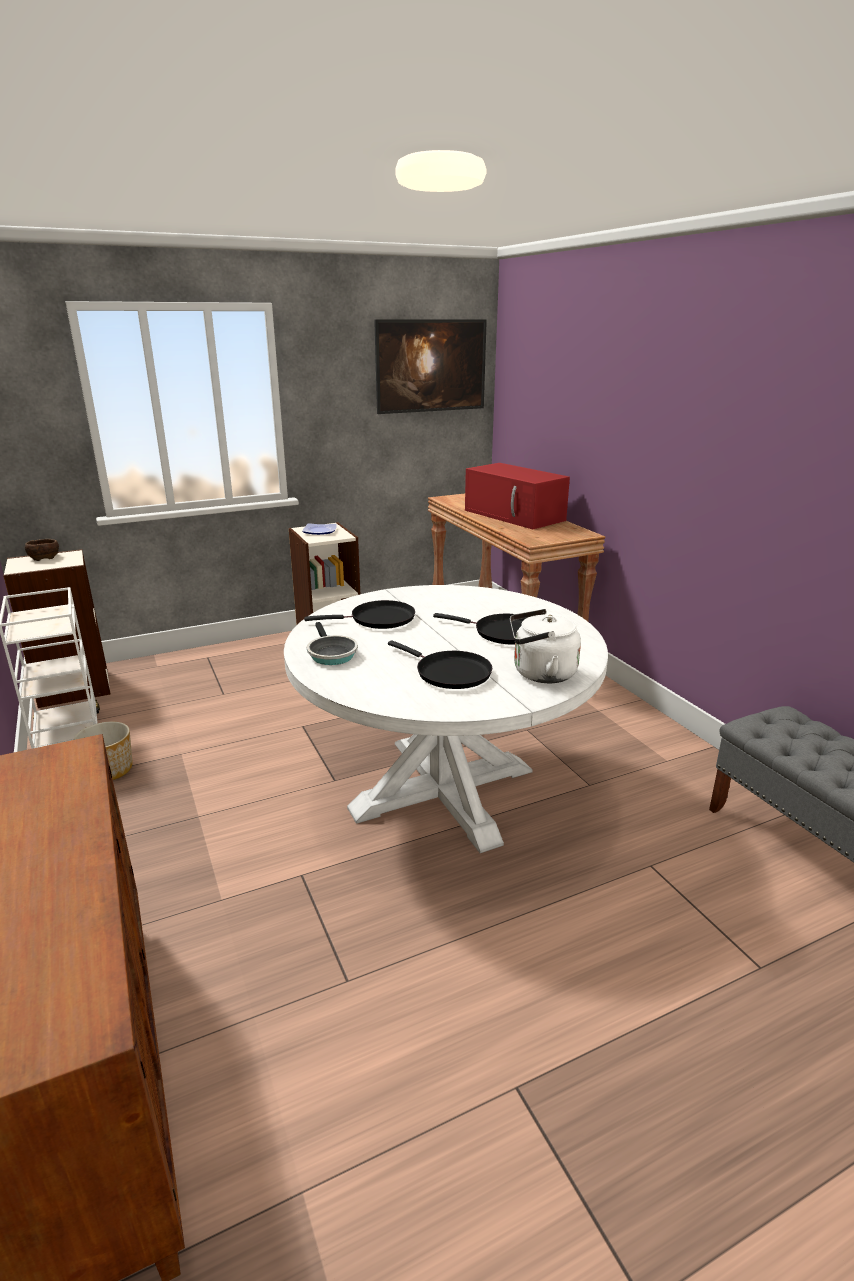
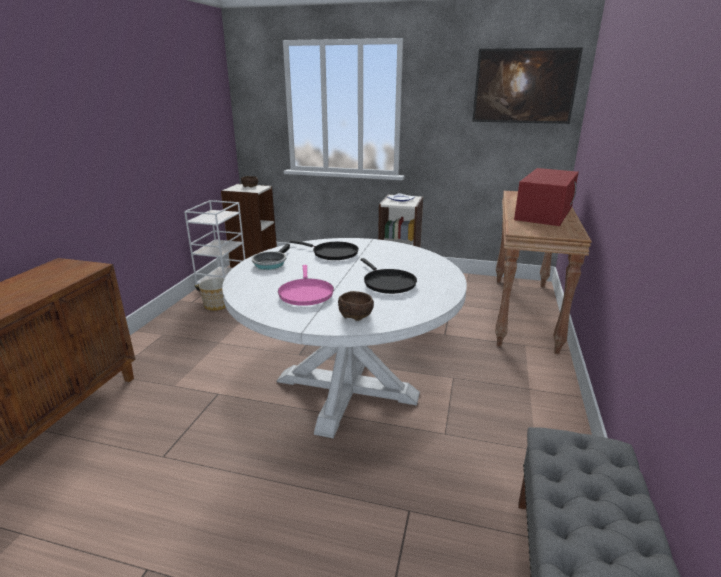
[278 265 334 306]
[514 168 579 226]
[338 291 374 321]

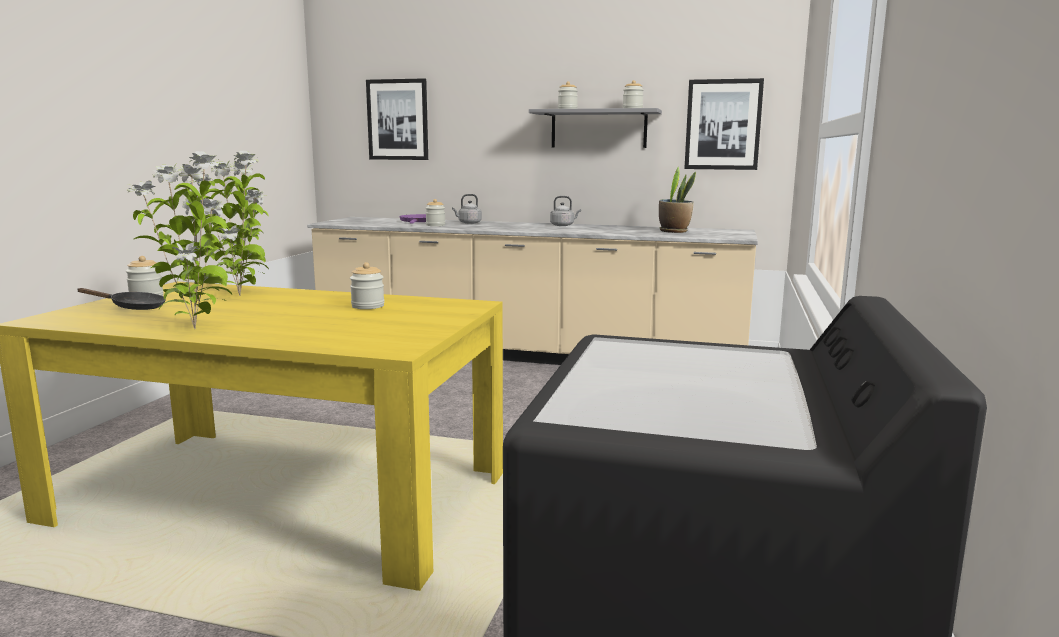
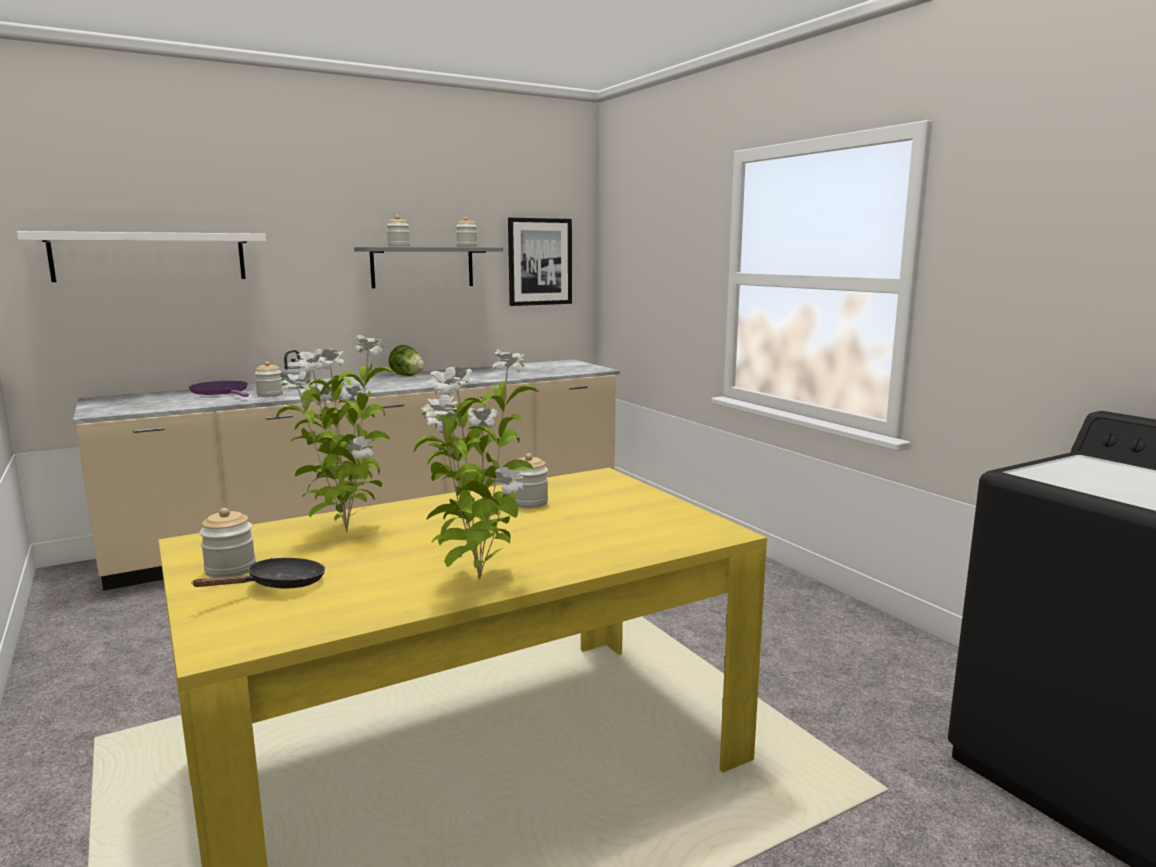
[17 231 266 282]
[388 345 424 376]
[659 167 696 233] (first image)

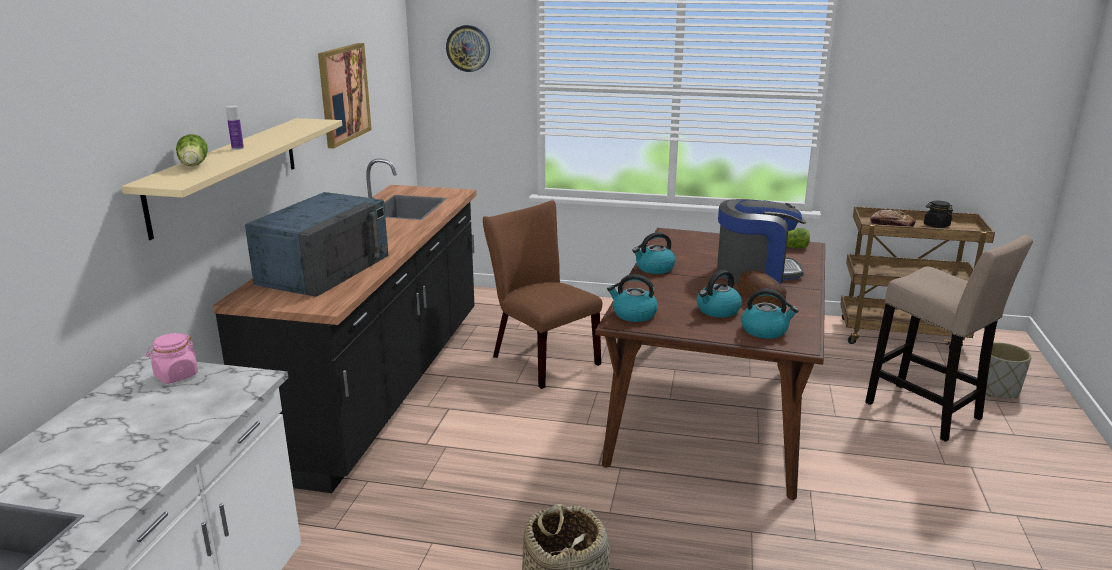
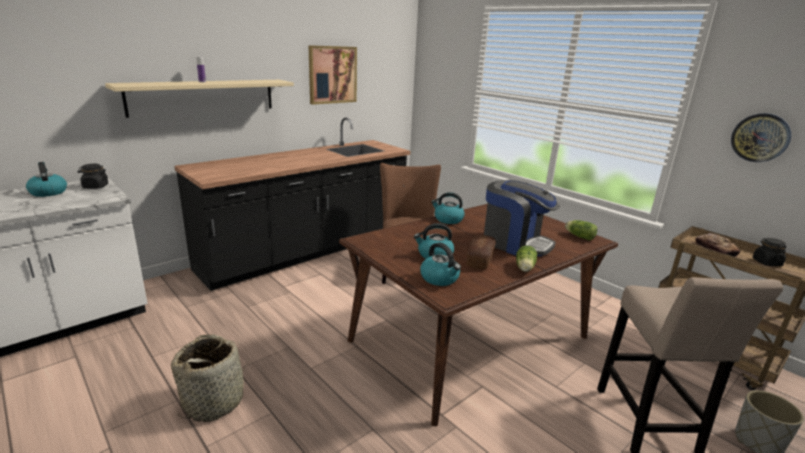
[78 164 108 189]
[516 245 537 272]
[245 192 388 297] (first image)
[731 113 791 162]
[26 162 67 197]

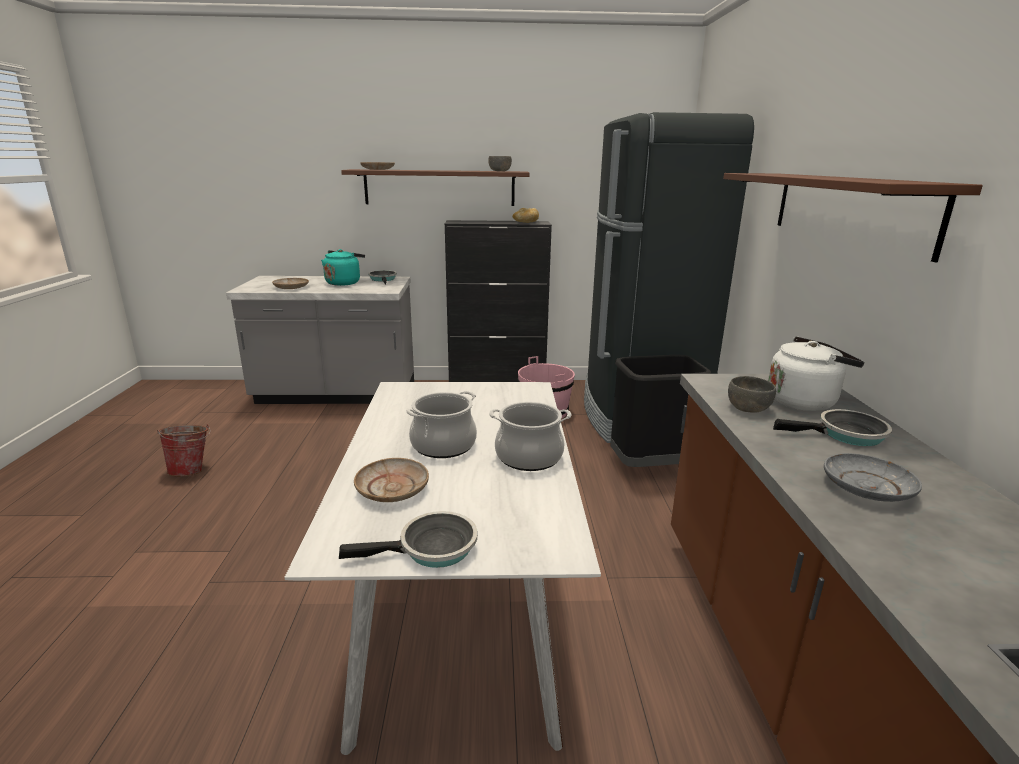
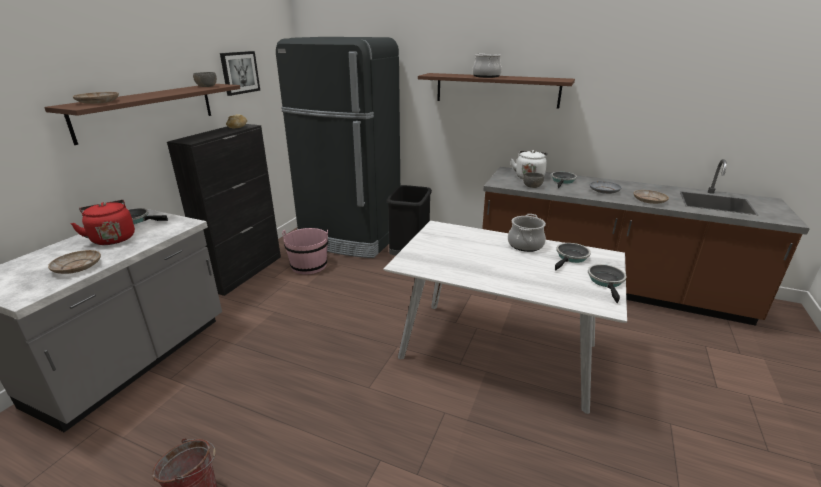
[70 200 135 245]
[634 190 669 204]
[472 53 502 78]
[220 51 260 96]
[555 243 591 270]

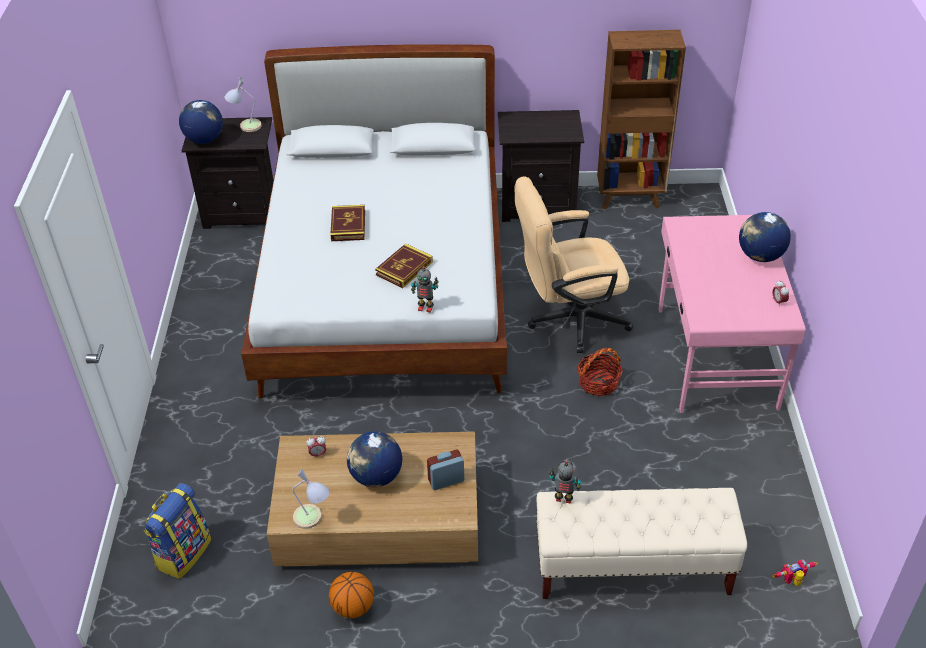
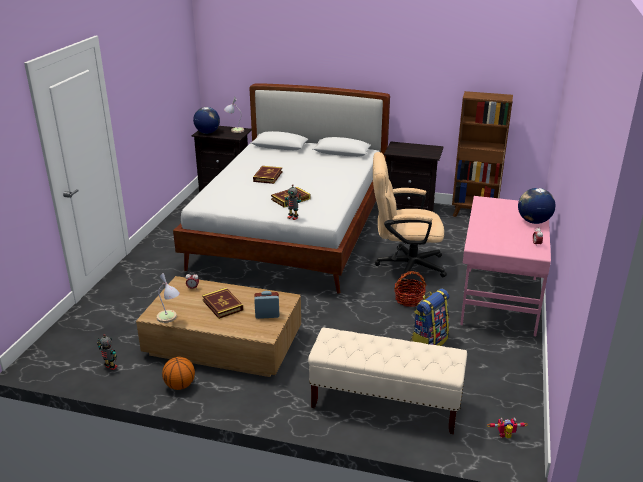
[410 288 449 346]
[202 288 243 319]
[97 334 118 370]

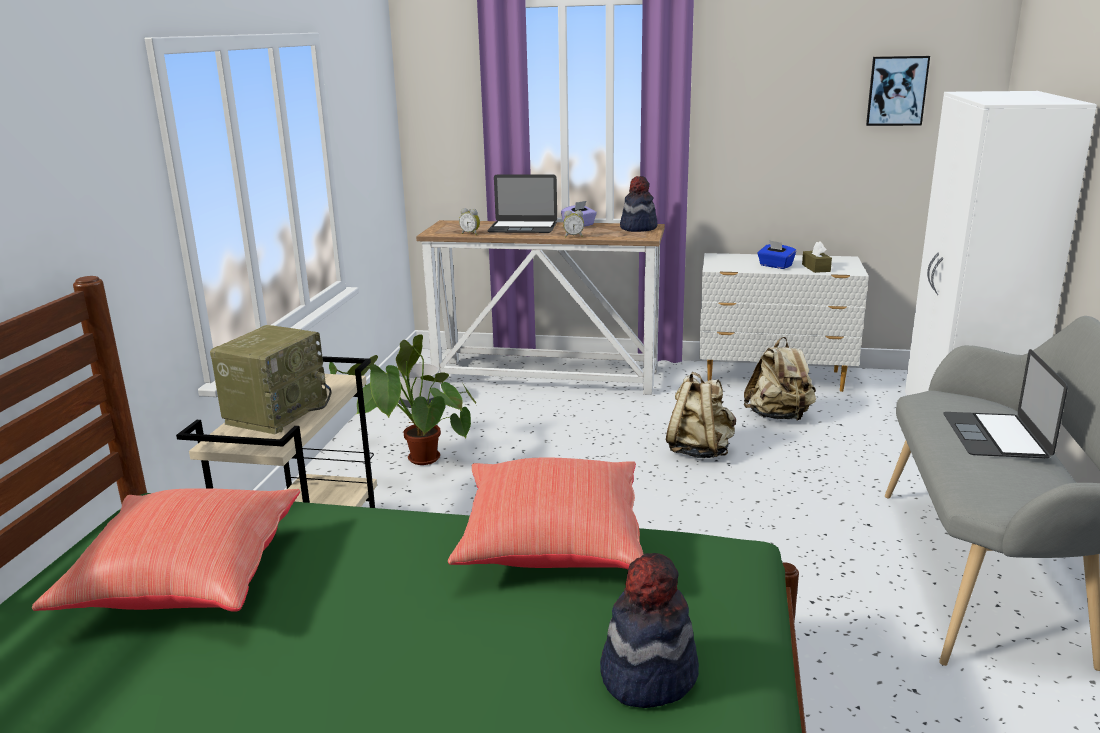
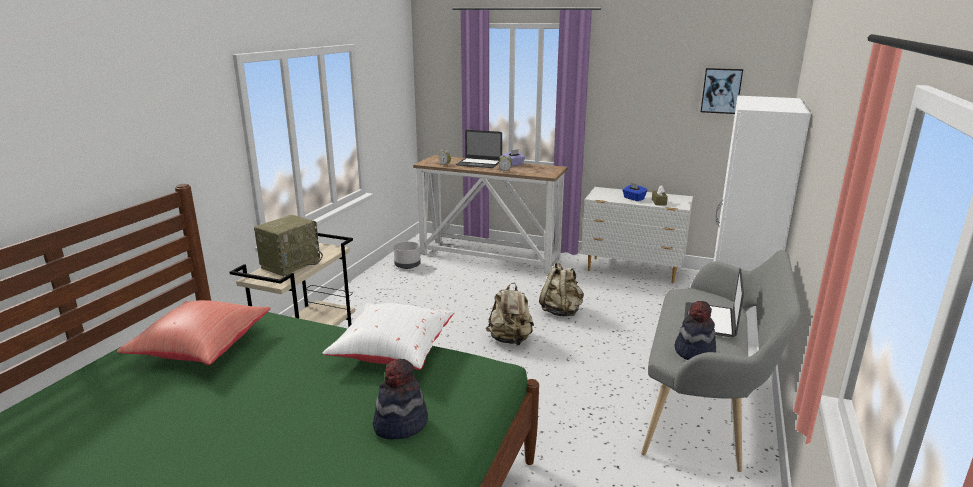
[329 334 476 465] (first image)
[323 303 454 370]
[675 301 716 360]
[486 283 534 346]

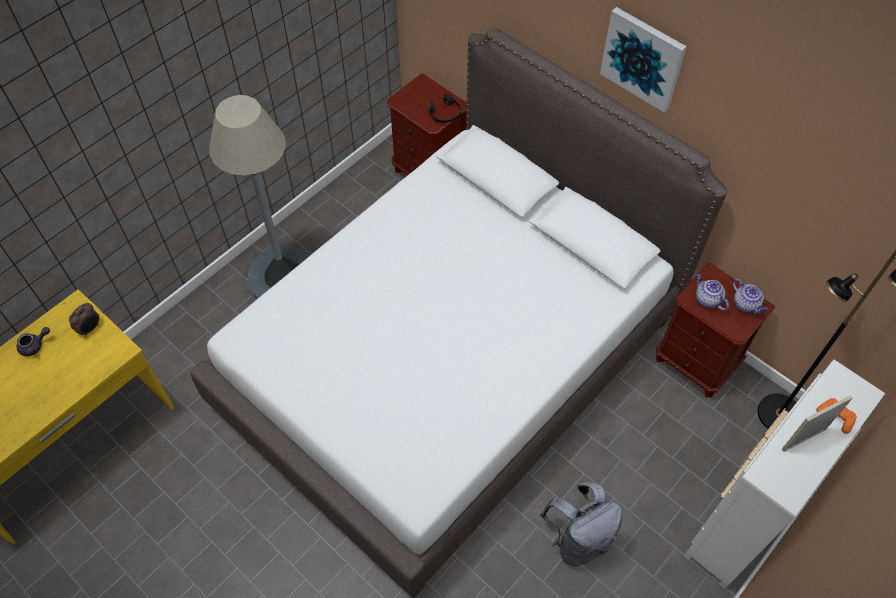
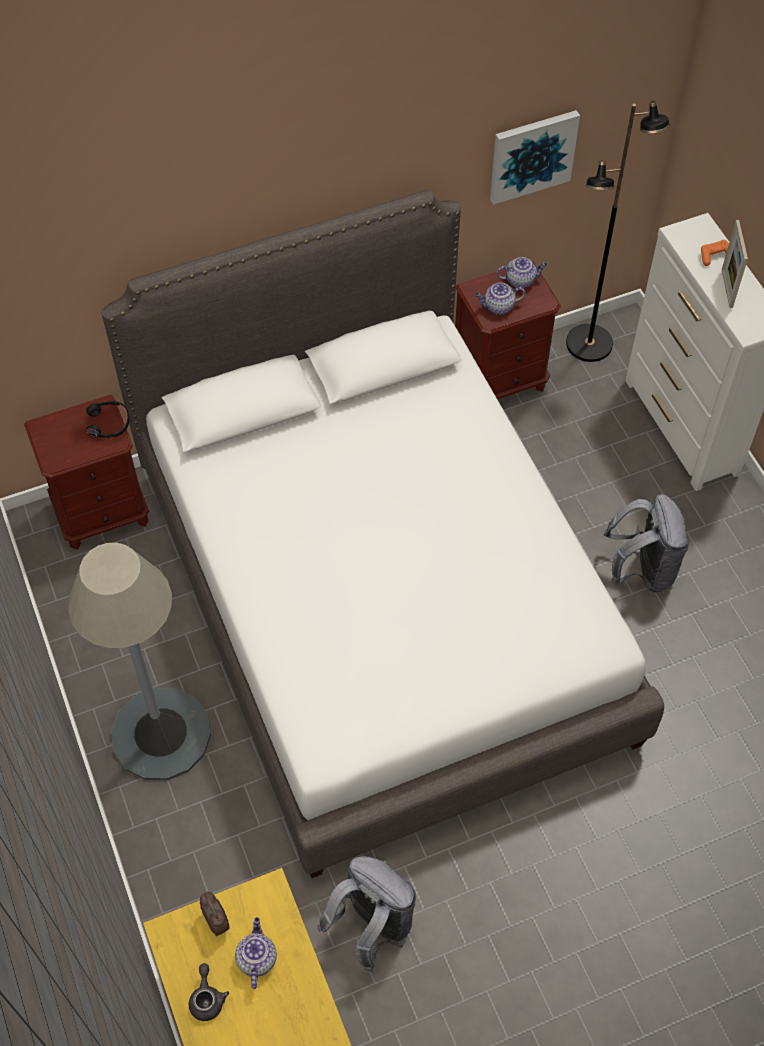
[490 110 580 205]
[235 917 277 989]
[317 856 416 972]

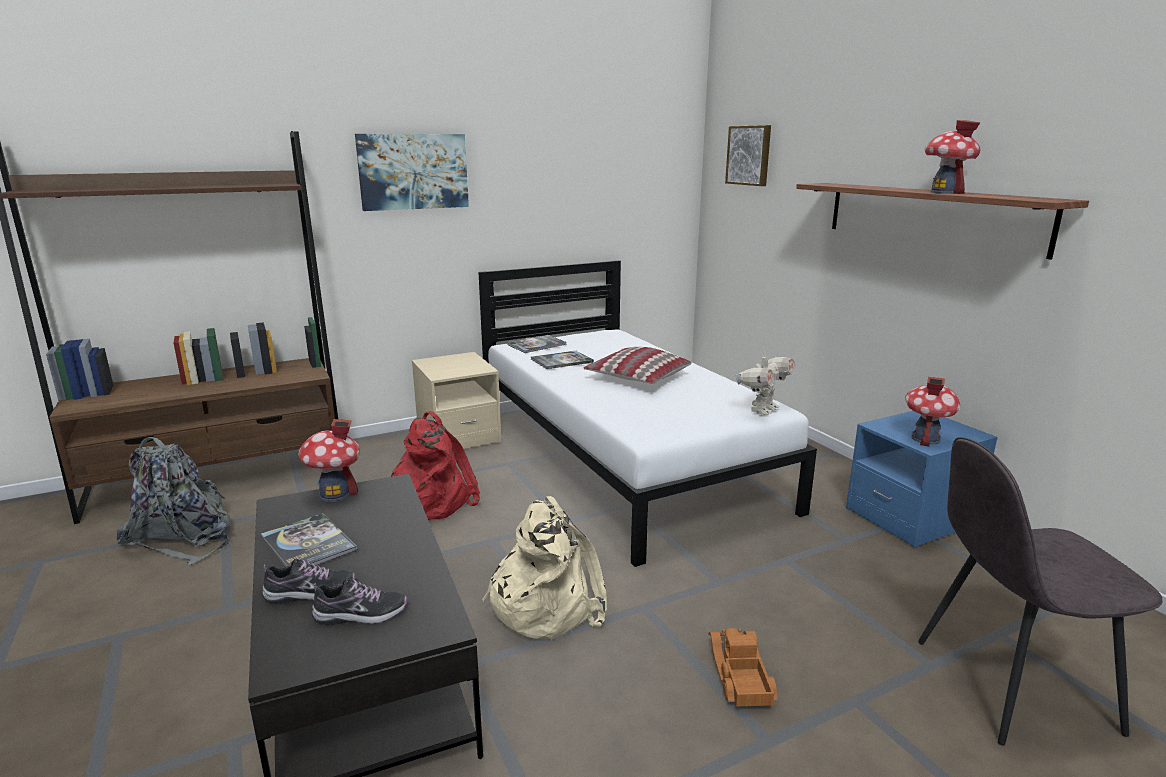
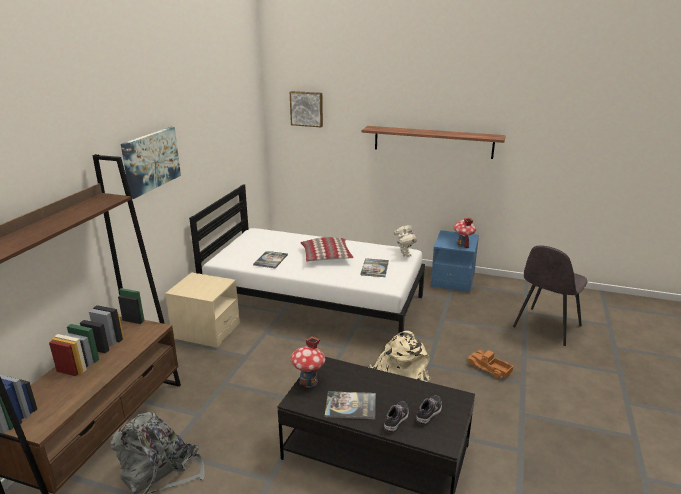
[391 411 480 520] (first image)
[360 258 389 277]
[925 120 980 194] (first image)

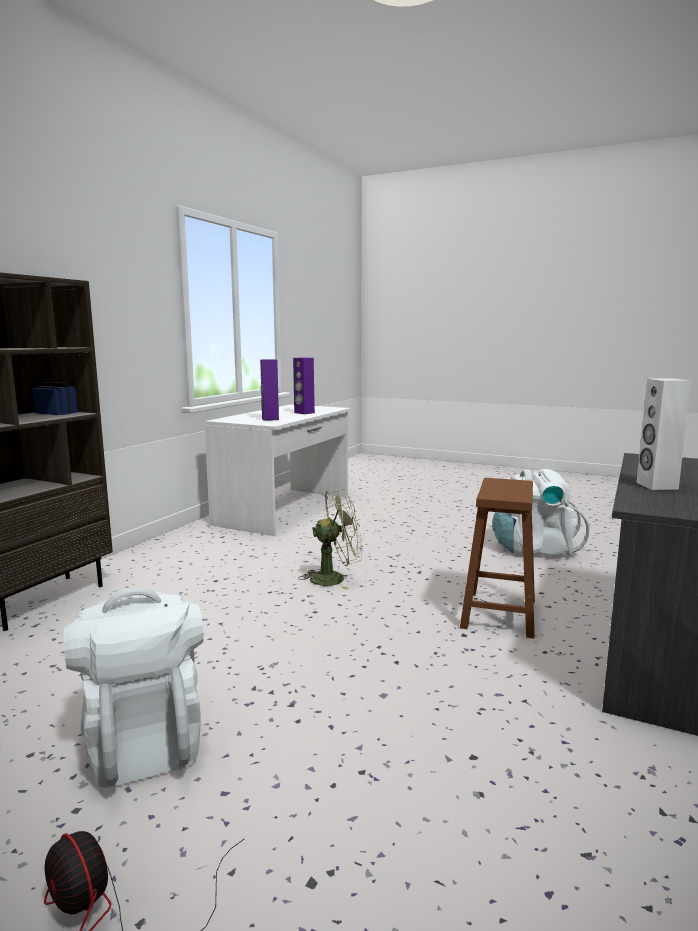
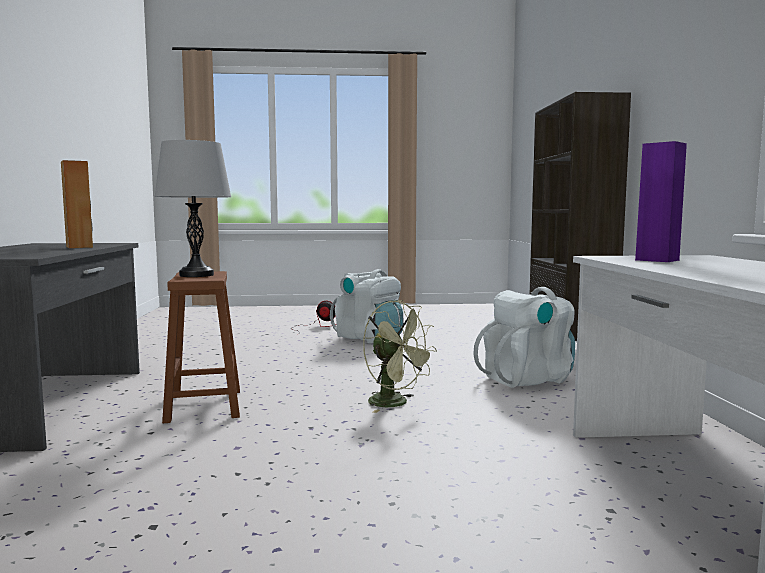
[293 357 315 414] (first image)
[363 300 437 413]
[473 287 575 388]
[61 160 93 248]
[155 140 231 277]

